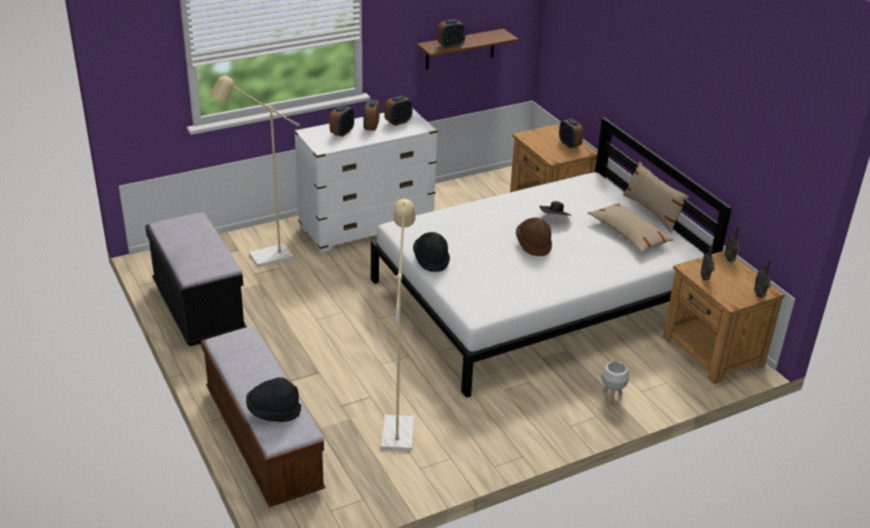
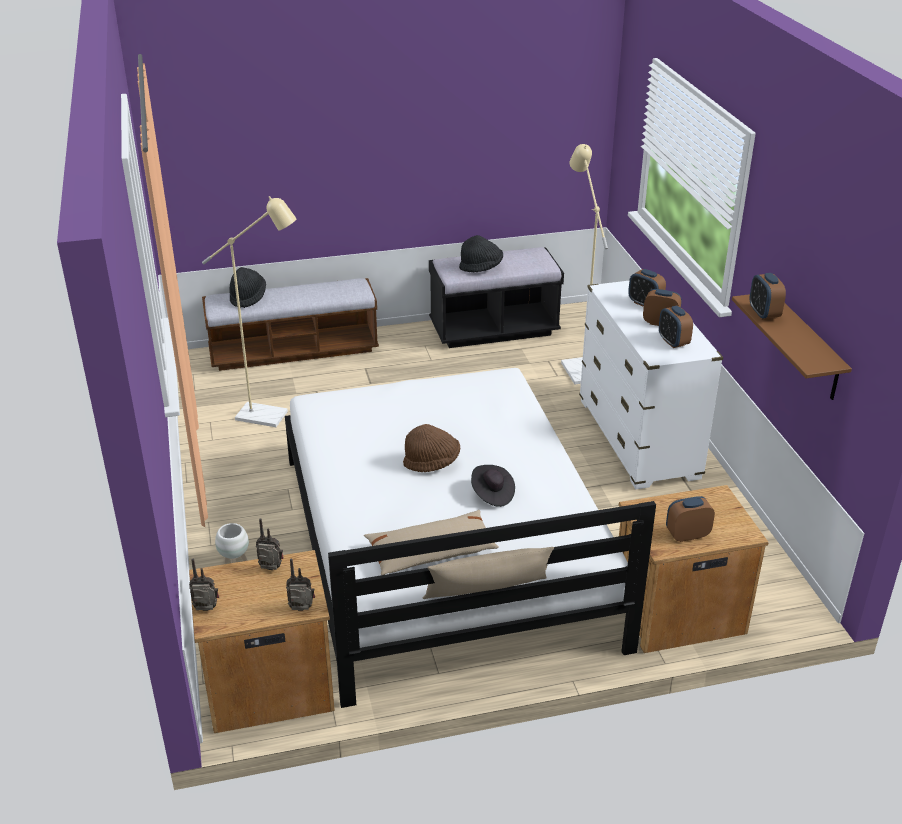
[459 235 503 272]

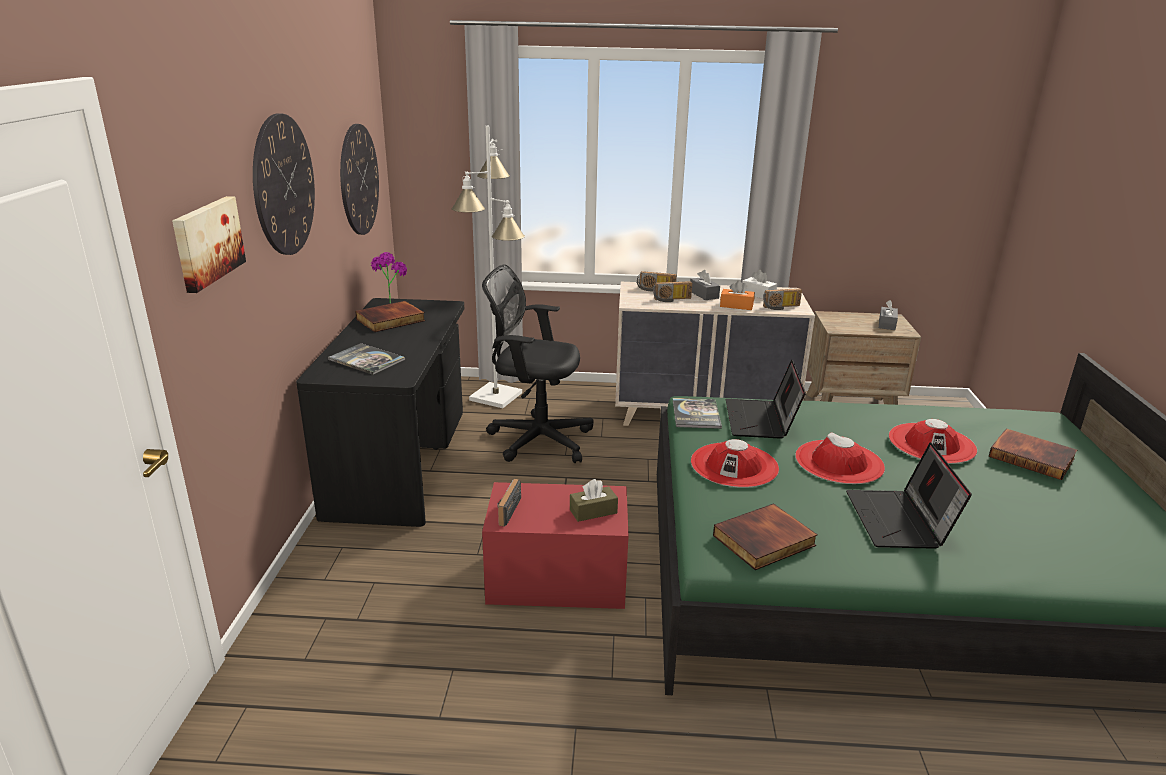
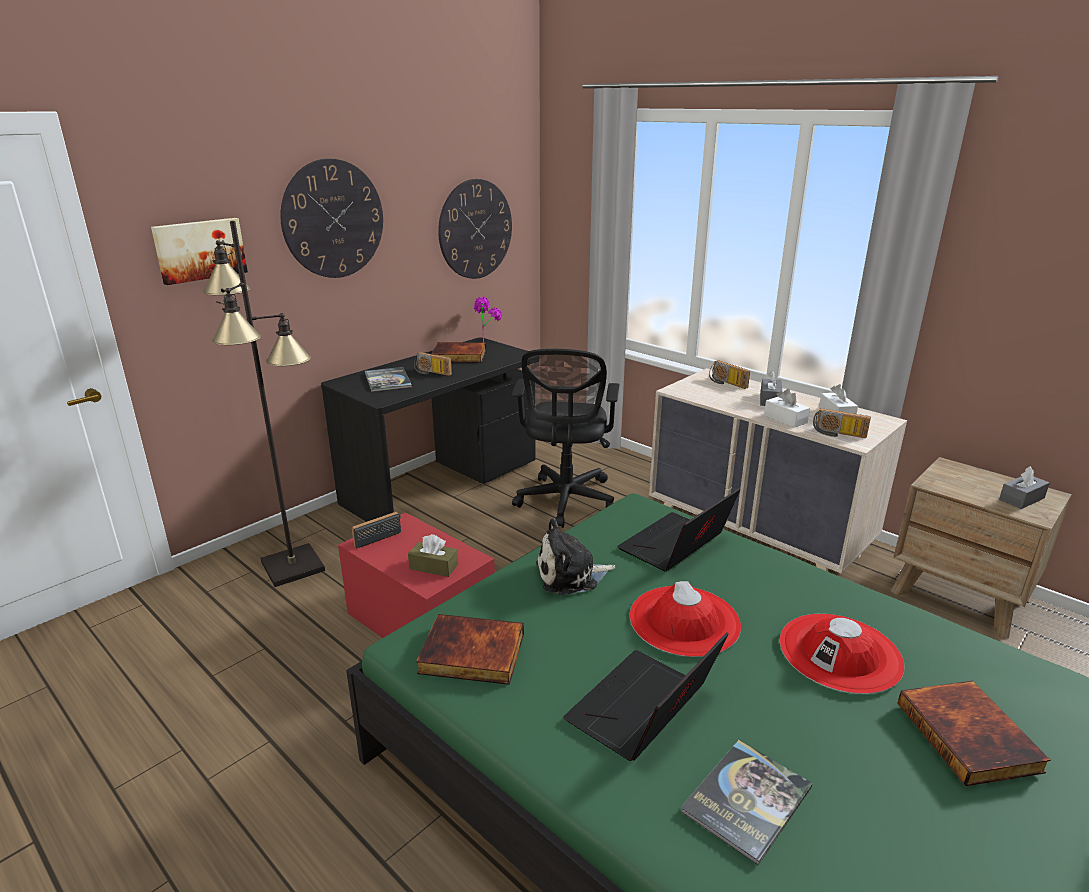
[451 125 525 408] (first image)
[512 349 620 528]
[414 352 452 376]
[680 740 813 865]
[536 518 616 595]
[764 389 810 428]
[203 221 325 587]

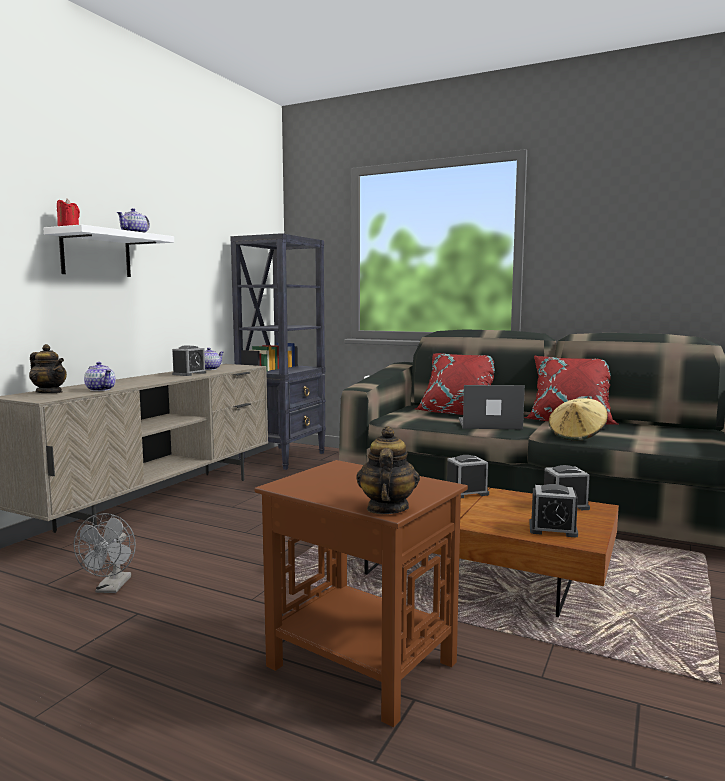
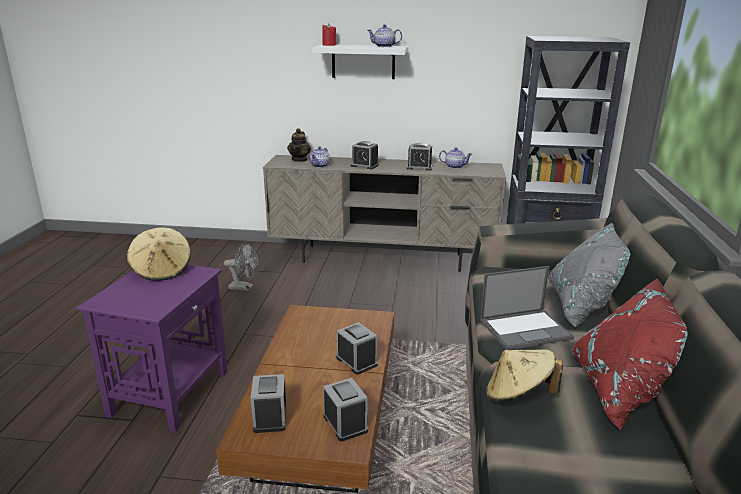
[224 243 258 291]
[77 265 228 432]
[356 426 420 514] (first image)
[548 223 630 327]
[480 266 574 350]
[127 227 191 281]
[351 141 379 169]

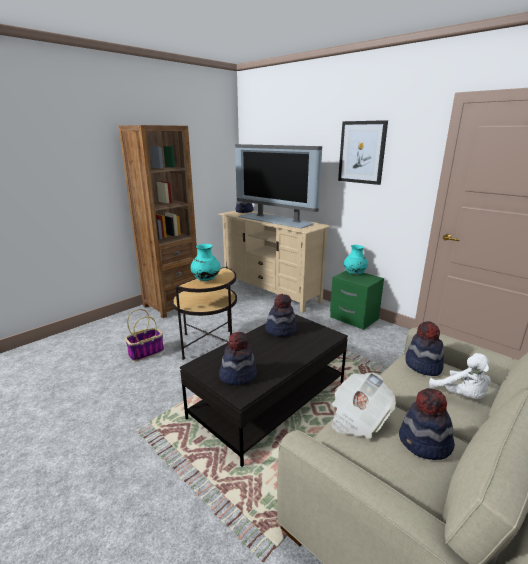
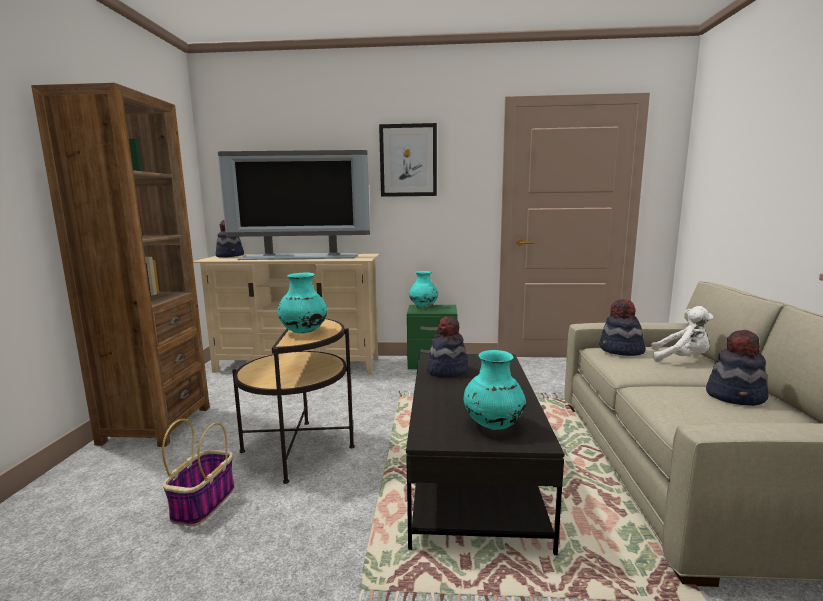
[464 350 526 430]
[331 373 396 439] (first image)

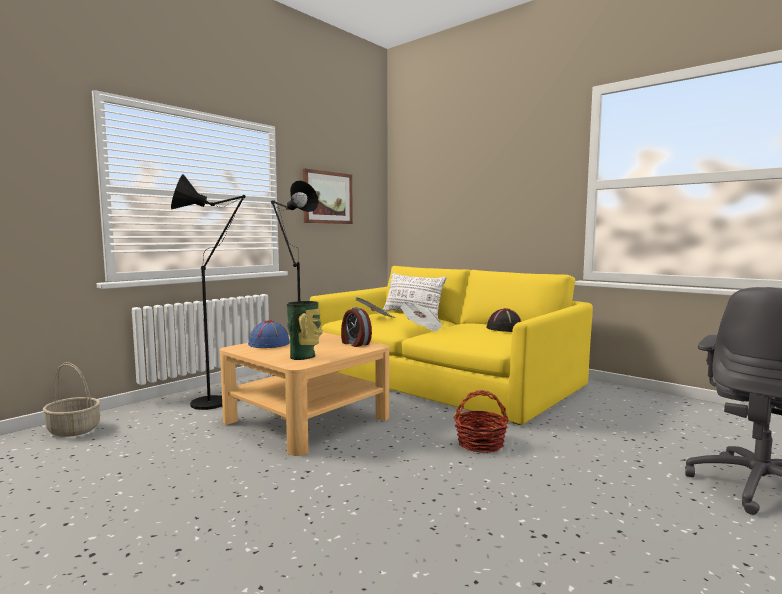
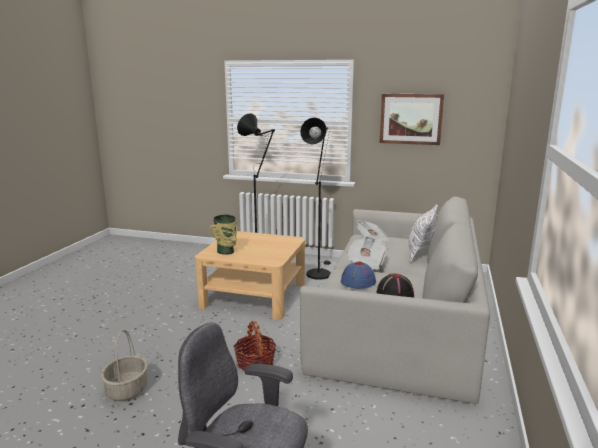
[101 330 148 401]
[341 262 376 289]
[300 196 490 404]
[341 307 372 347] (first image)

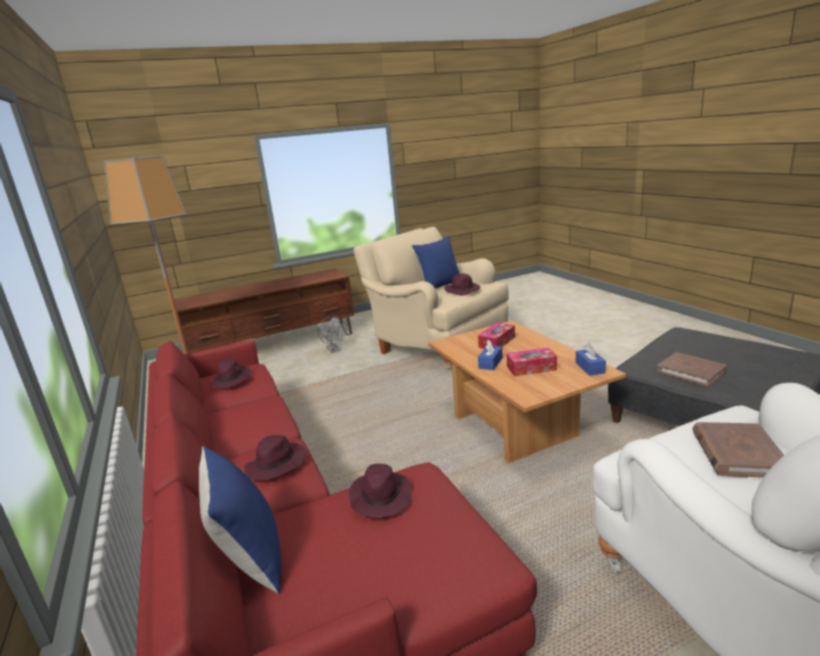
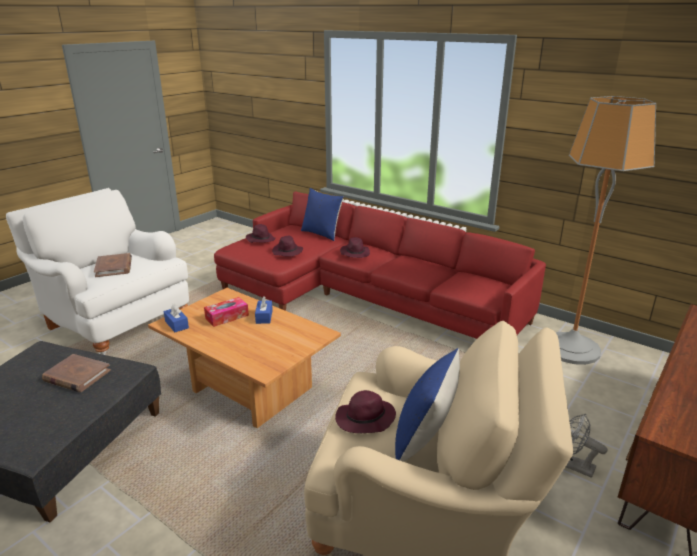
[246 224 276 243]
[478 323 515 349] (first image)

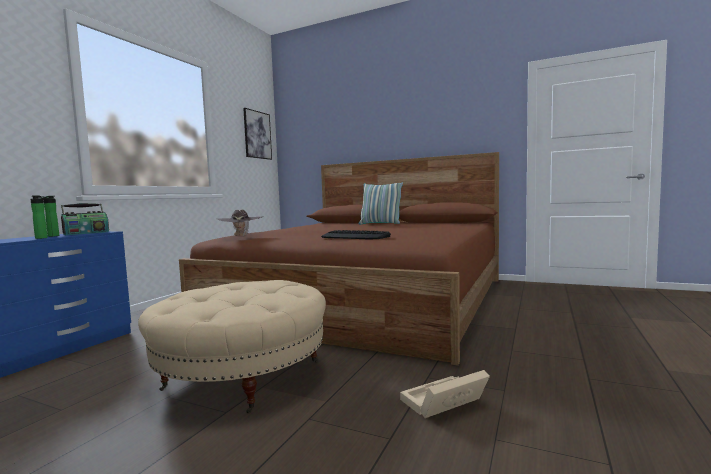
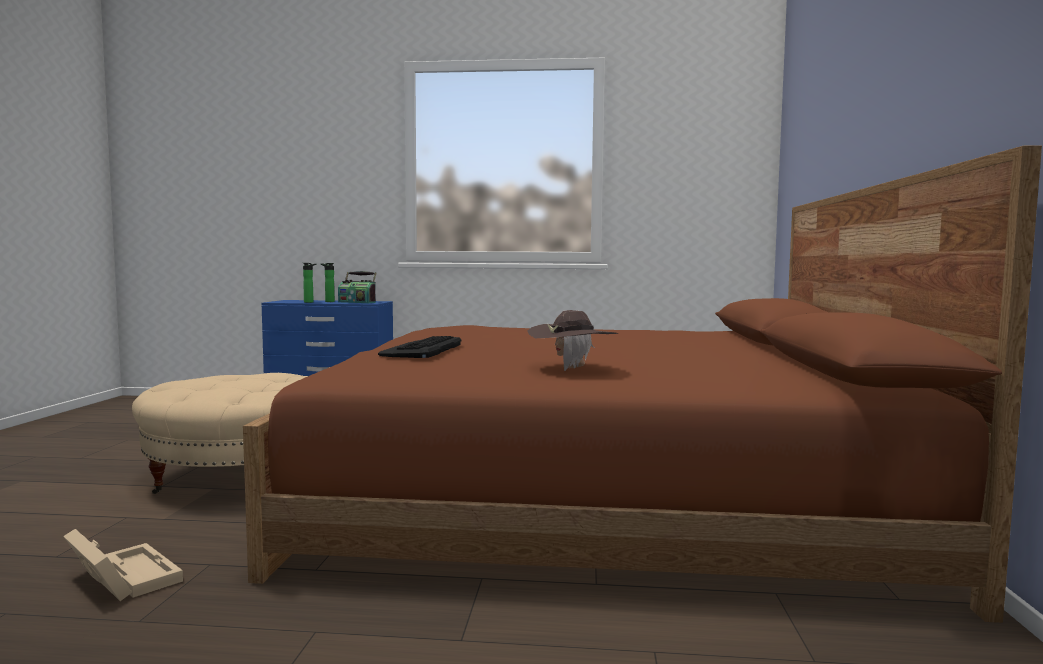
[527 310 619 371]
[243 108 272 160] (first image)
[359 182 403 224] (first image)

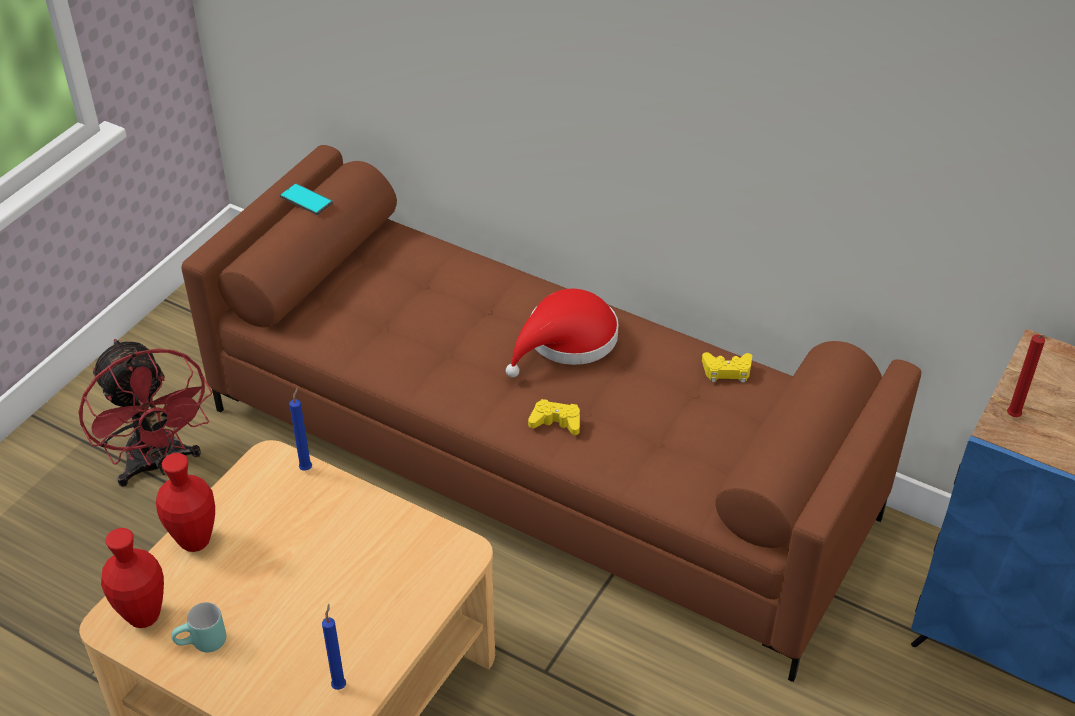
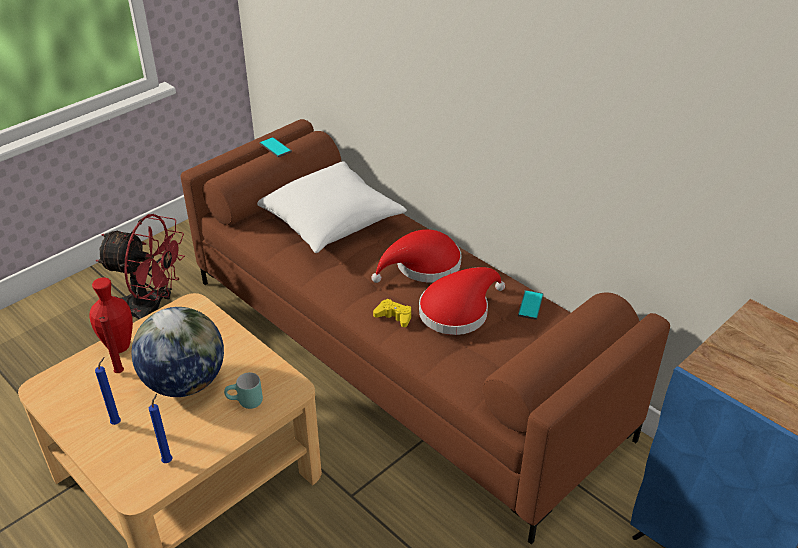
[96 214 185 319]
[101 528 164 628] (first image)
[224 372 263 409]
[95 357 121 425]
[518 290 544 320]
[99 316 124 373]
[131 307 224 397]
[257 161 407 253]
[419 267 505 335]

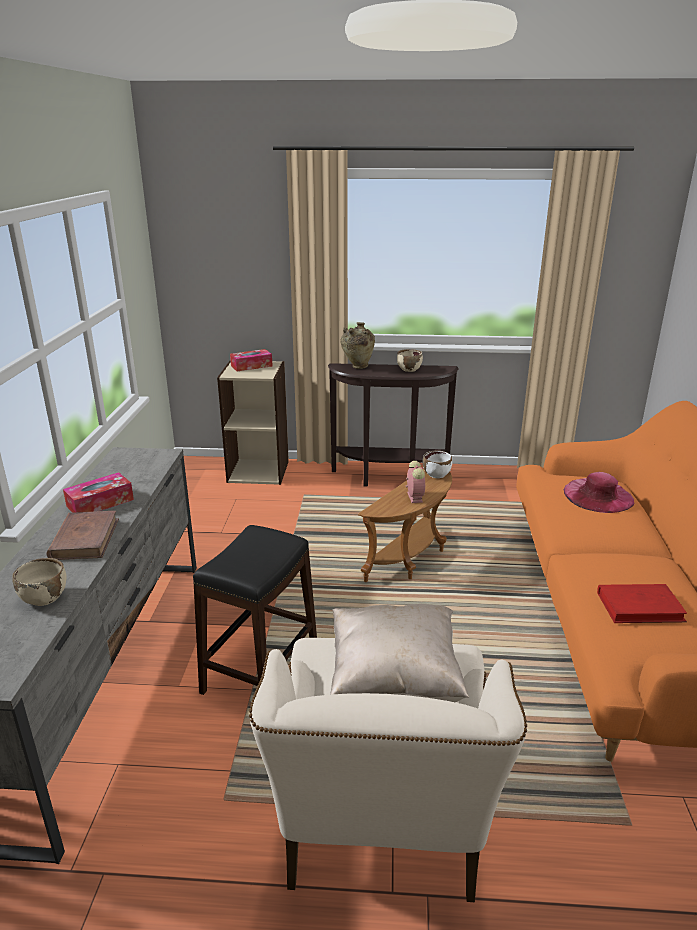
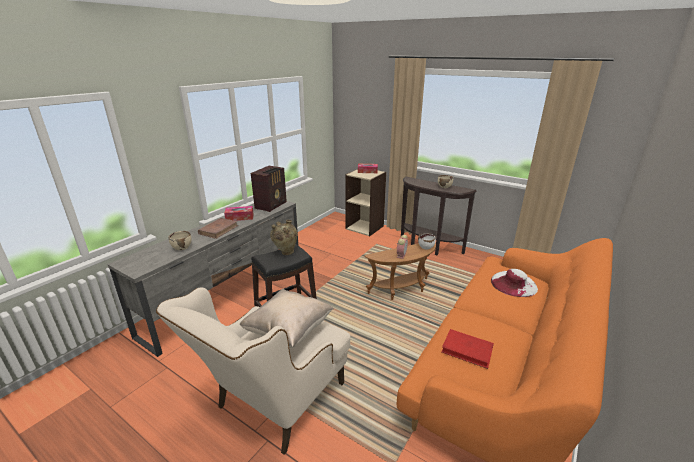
[270 220 298 255]
[491 269 538 297]
[251 166 287 212]

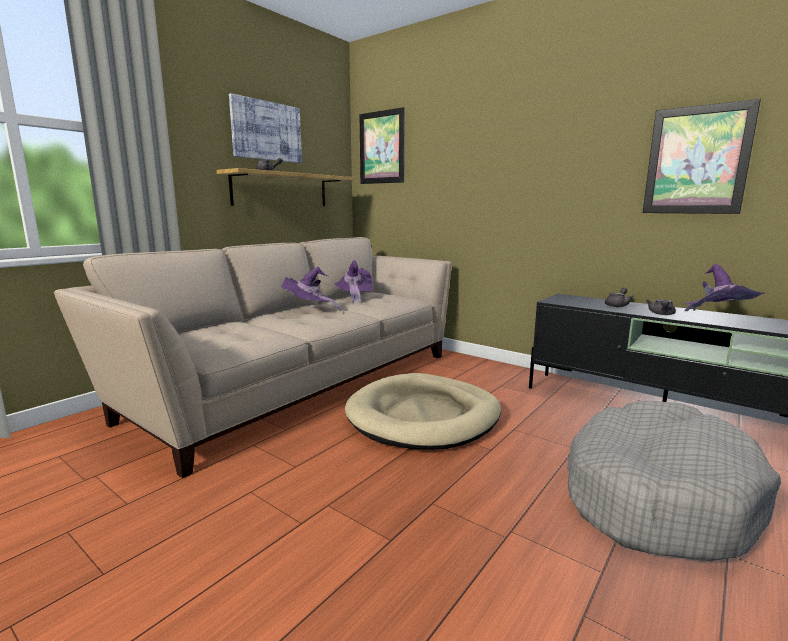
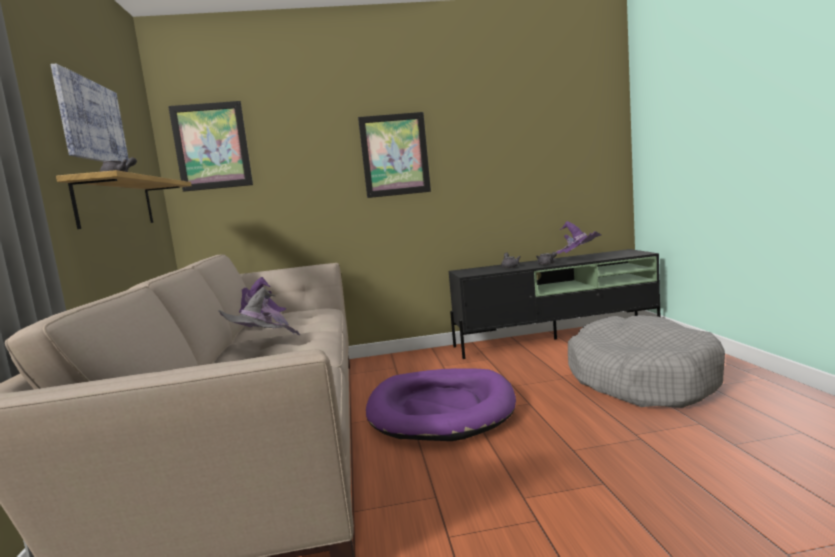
[218 287 300 335]
[366 368 516 441]
[358 112 431 198]

